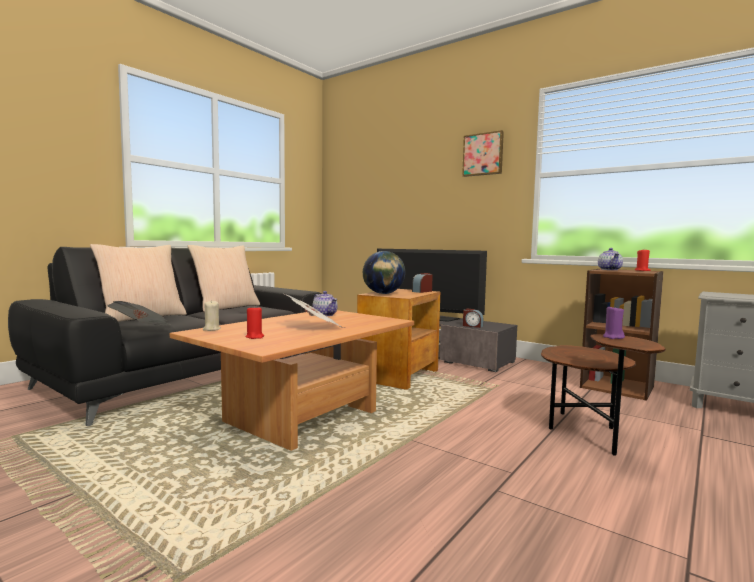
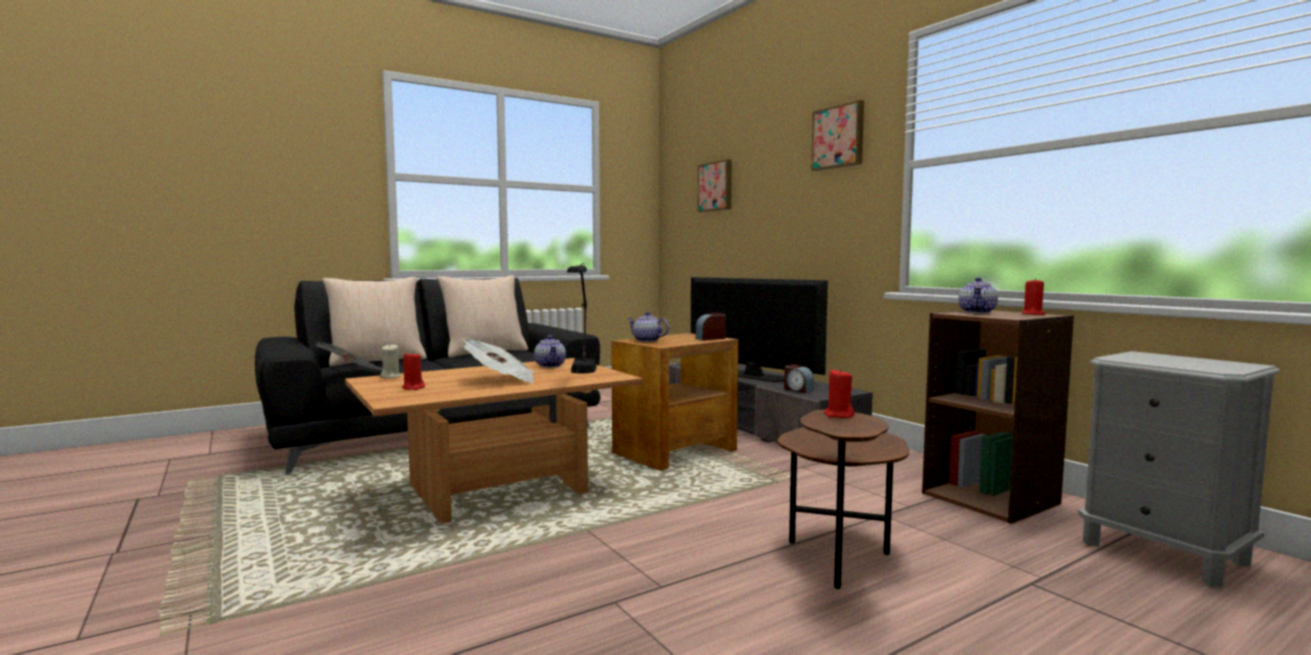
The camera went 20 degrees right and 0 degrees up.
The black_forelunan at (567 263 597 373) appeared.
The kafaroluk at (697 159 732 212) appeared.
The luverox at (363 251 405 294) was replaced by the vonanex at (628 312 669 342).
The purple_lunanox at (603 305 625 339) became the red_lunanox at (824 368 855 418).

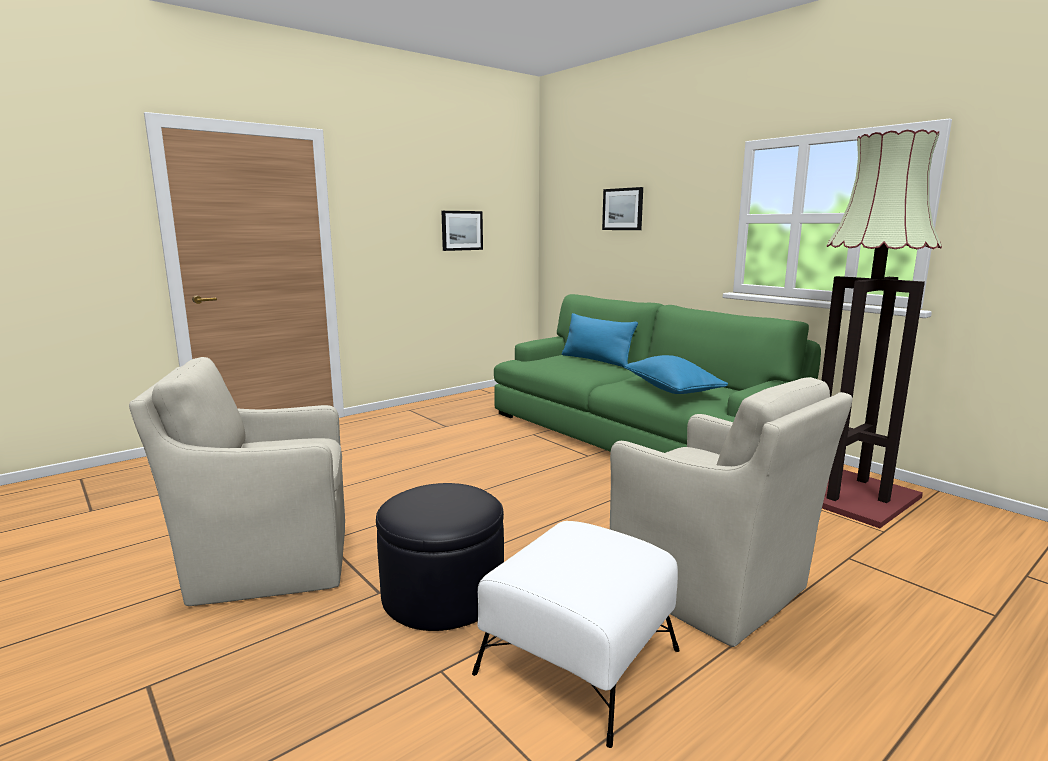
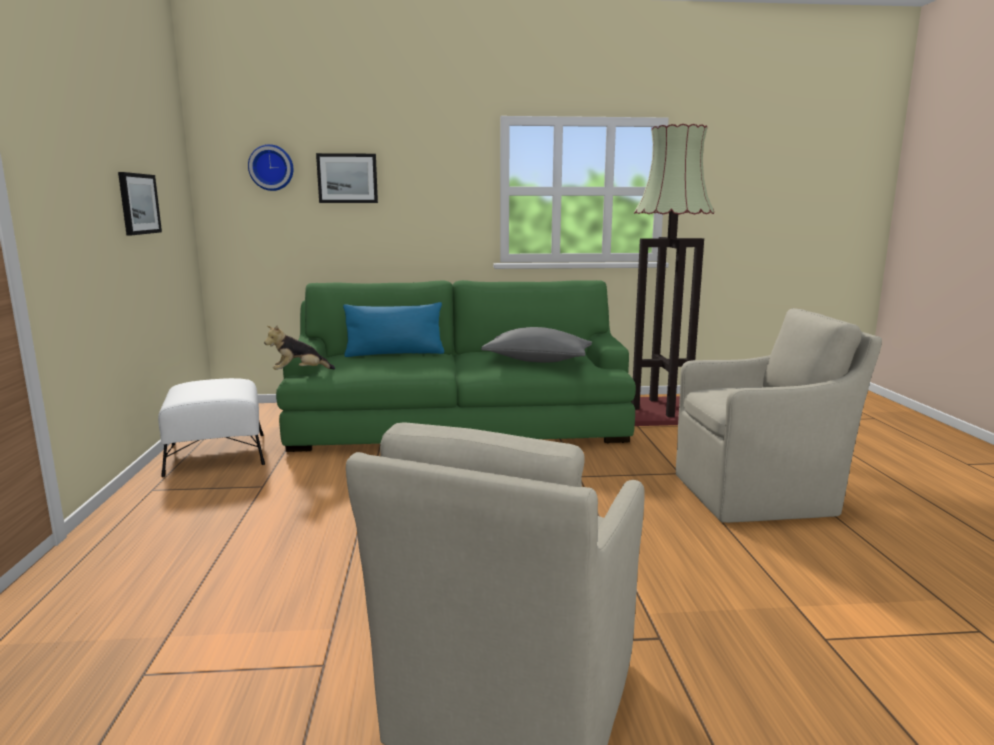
The camera went 55 degrees left and 0 degrees up.
The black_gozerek at (376 483 504 631) disappeared.
The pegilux at (248 144 293 191) appeared.
The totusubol at (264 325 335 370) appeared.
The white_gozerek moved from (472 521 680 748) to (158 378 265 477).
The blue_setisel at (624 355 728 394) became the grey_setisel at (481 327 592 363).

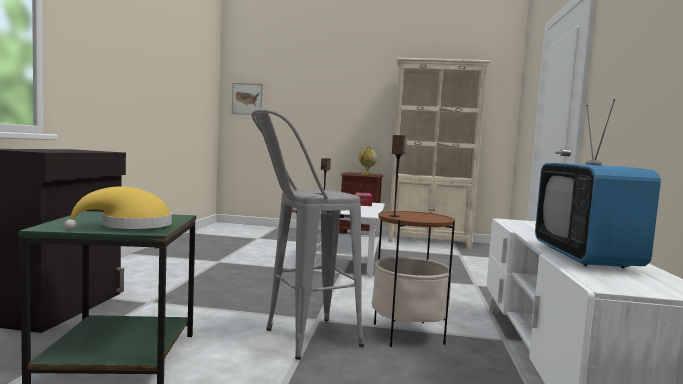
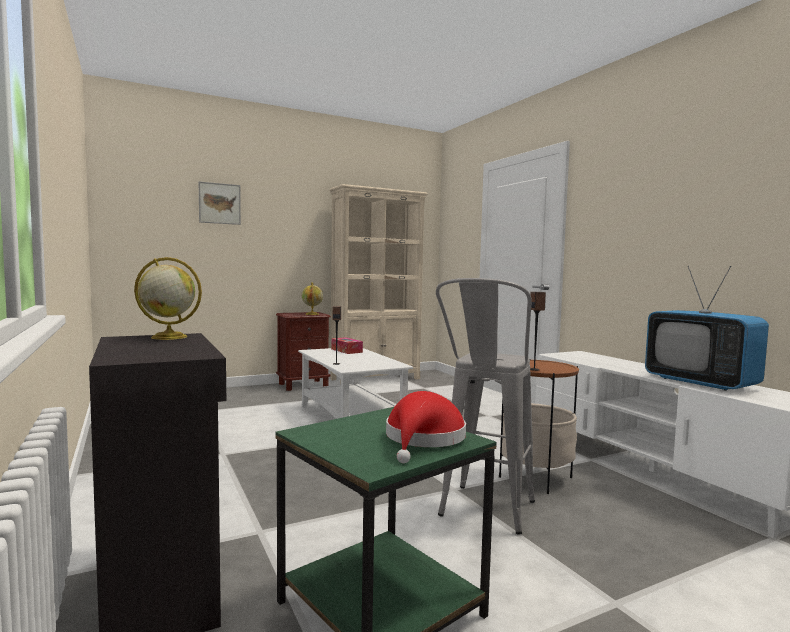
The camera went 35 degrees left and 0 degrees up.
The luverox at (134 257 202 340) appeared.
The kafaroluk moved from (232 83 263 115) to (199 181 241 225).
The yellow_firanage at (64 186 172 230) became the red_firanage at (386 391 466 463).

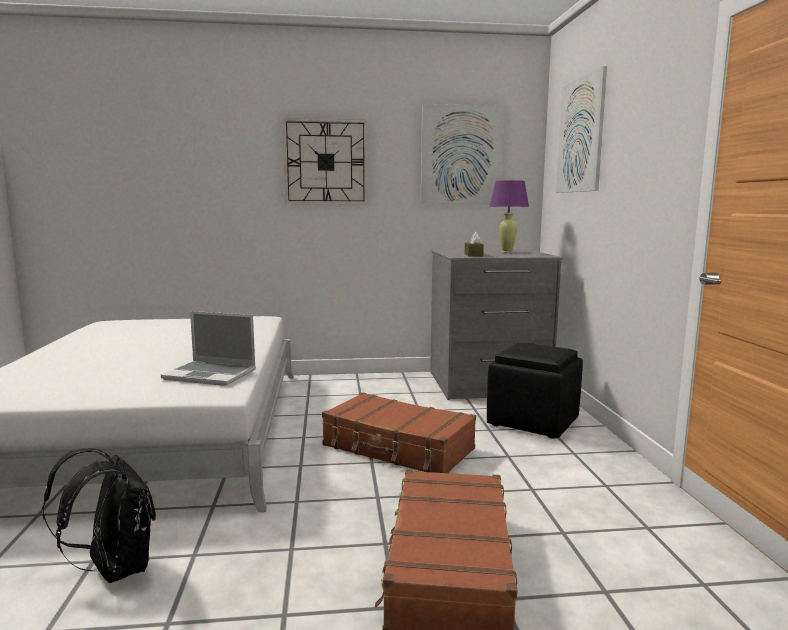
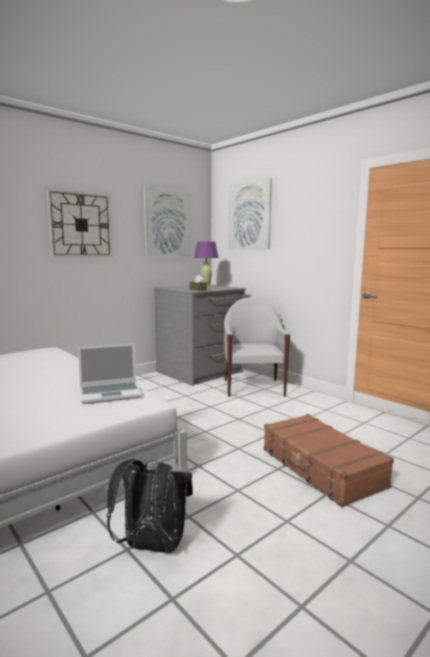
The camera went 35 degrees left and 0 degrees up.
The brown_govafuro at (322 392 476 473) disappeared.
The black_gozerek at (487 342 583 439) was replaced by the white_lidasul at (224 298 290 397).

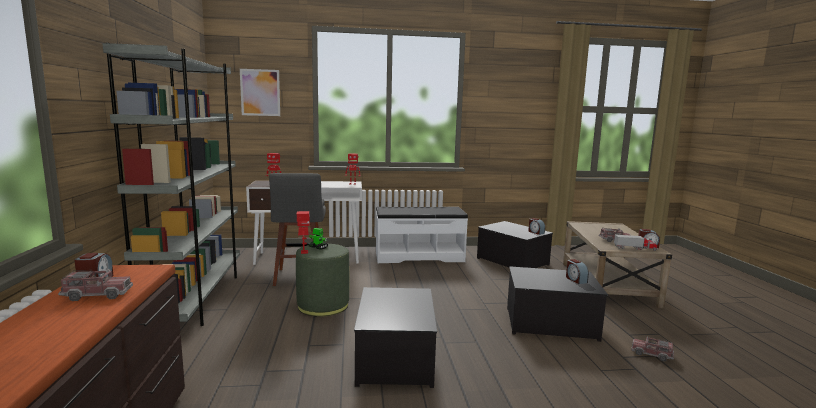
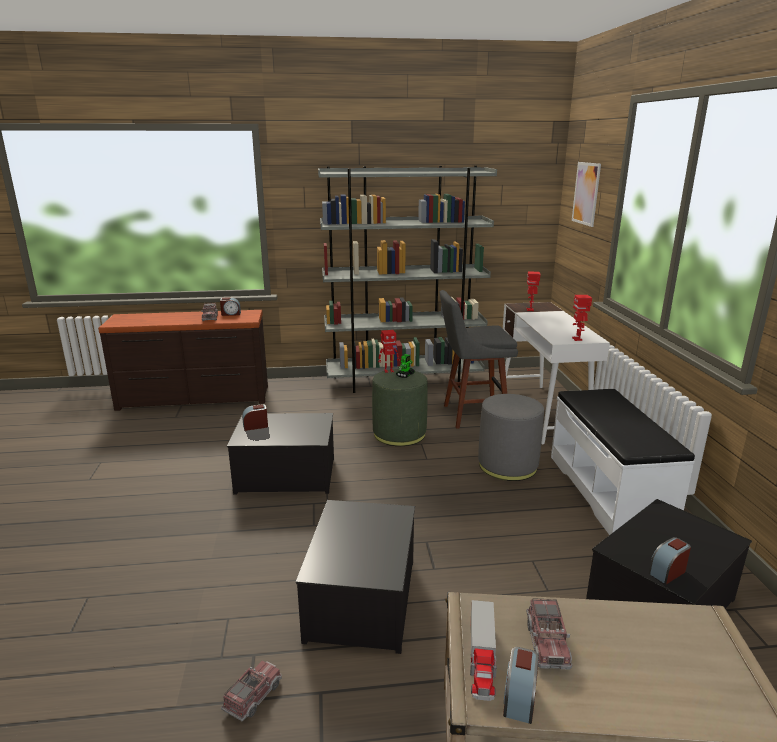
The camera went 90 degrees right and 10 degrees up.
The grey_gozerek at (478 394 544 481) appeared.
The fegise moved from (566 259 589 284) to (242 404 268 431).

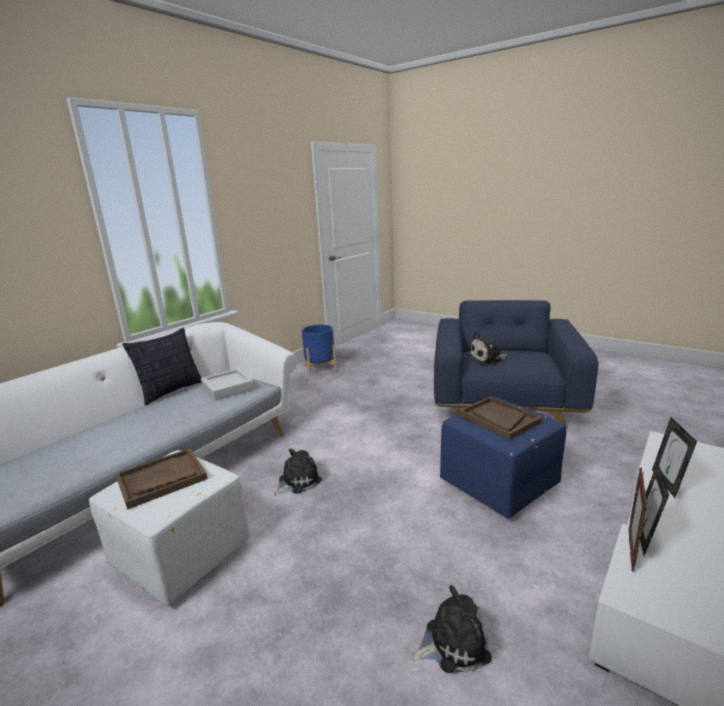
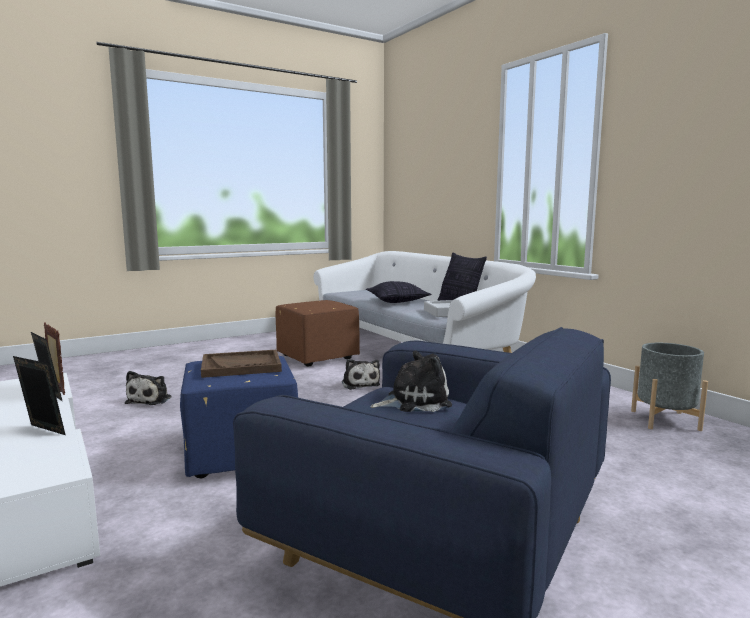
The camera went 110 degrees right and 10 degrees down.
The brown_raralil at (115 448 208 510) disappeared.
The setisel at (366 281 431 303) appeared.
The white_gozerek at (89 450 250 606) became the brown_gozerek at (275 300 360 366).
The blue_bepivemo at (302 325 337 376) became the grey_bepivemo at (631 343 708 431).
The totusubol at (468 332 507 366) turned 75 degrees clockwise.

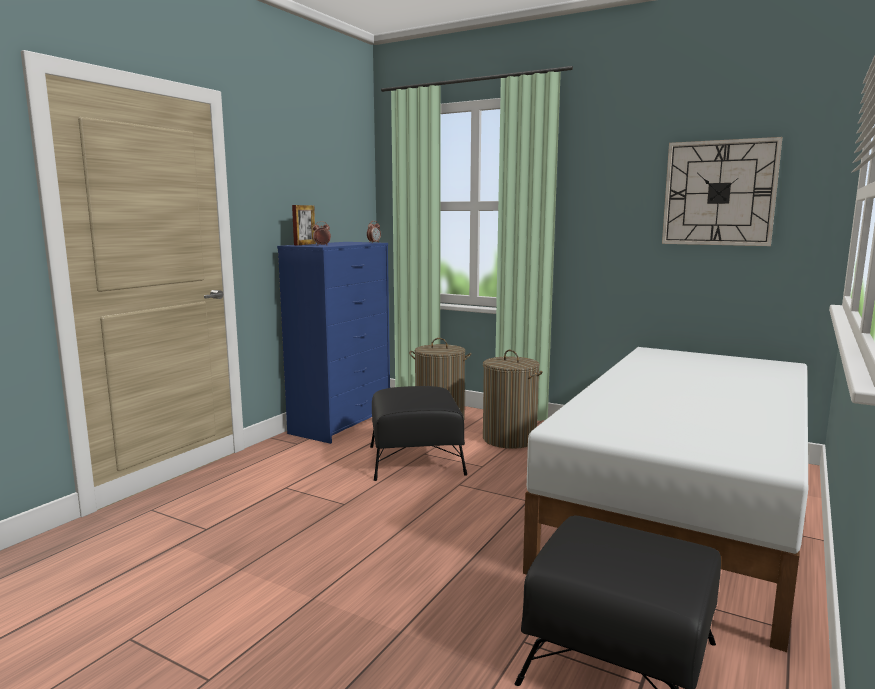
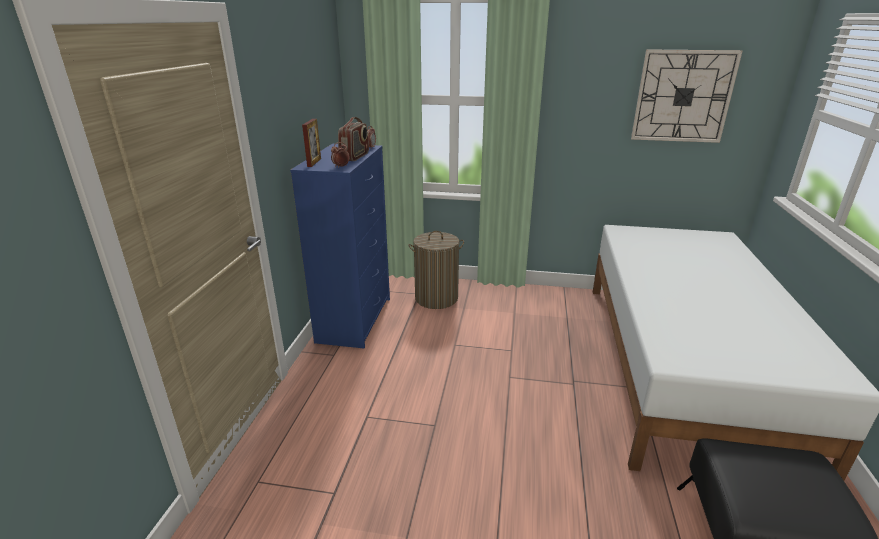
The camera went 20 degrees left and 15 degrees up.
The black_gozerek at (370 386 467 481) disappeared.
The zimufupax at (483 350 543 449) disappeared.
The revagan at (338 117 369 161) appeared.

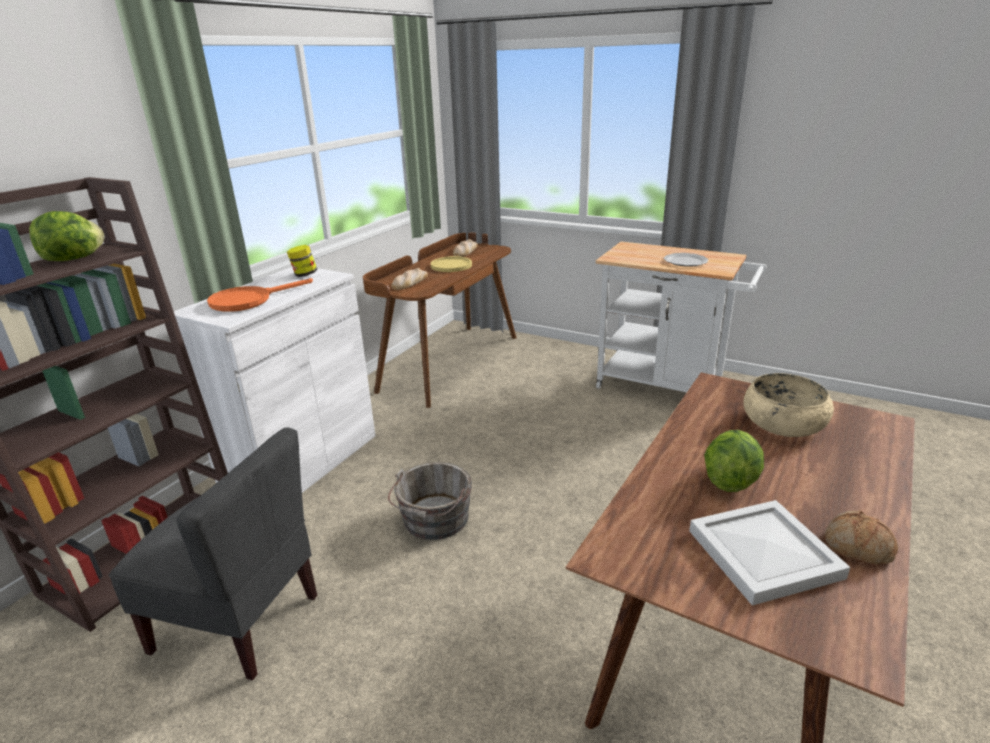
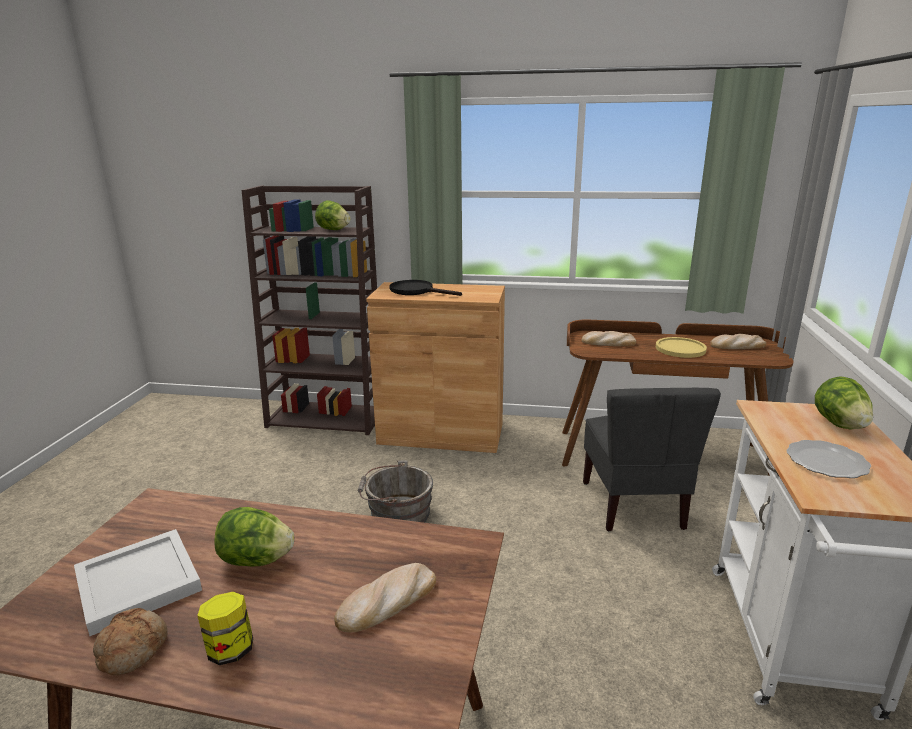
The camera went 70 degrees right and 5 degrees down.
The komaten at (815 376 873 429) appeared.
The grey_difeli moved from (109 427 317 681) to (583 388 721 531).
The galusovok moved from (287 245 317 277) to (197 592 253 665).
The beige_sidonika at (743 373 834 437) was replaced by the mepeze at (334 563 436 633).
The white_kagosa at (174 267 376 493) became the brown_kagosa at (366 282 505 453).
The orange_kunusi at (207 278 313 312) became the black_kunusi at (389 280 462 296).

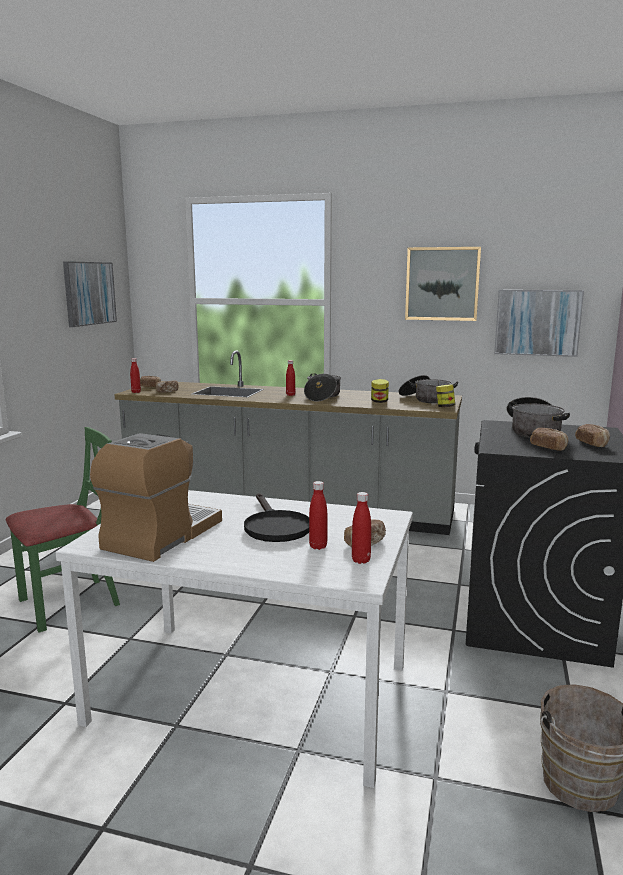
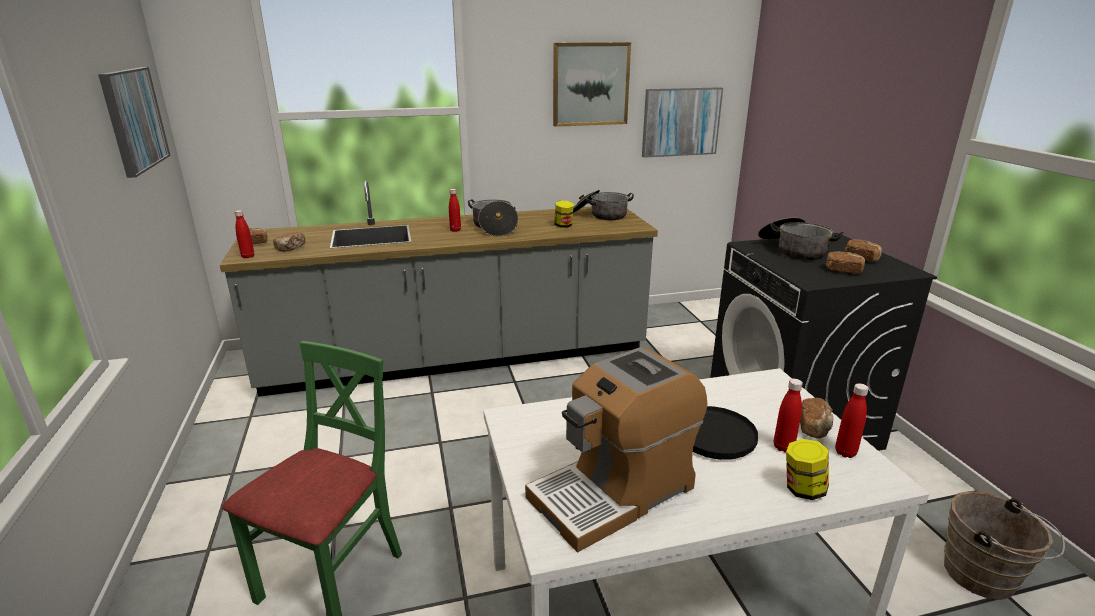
The camera went 30 degrees left and 10 degrees up.
The galusovok moved from (436 384 455 407) to (786 439 829 500).
The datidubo at (90 433 222 562) turned 120 degrees counterclockwise.

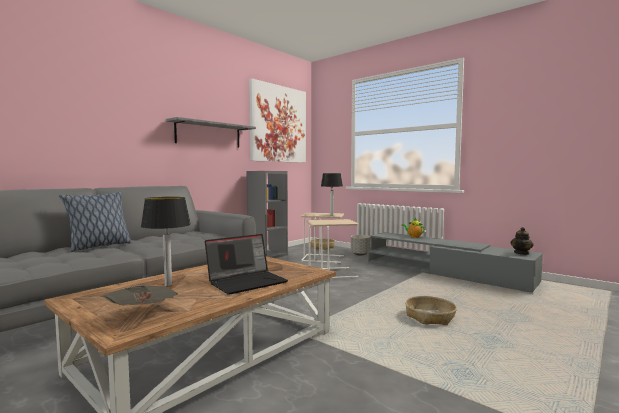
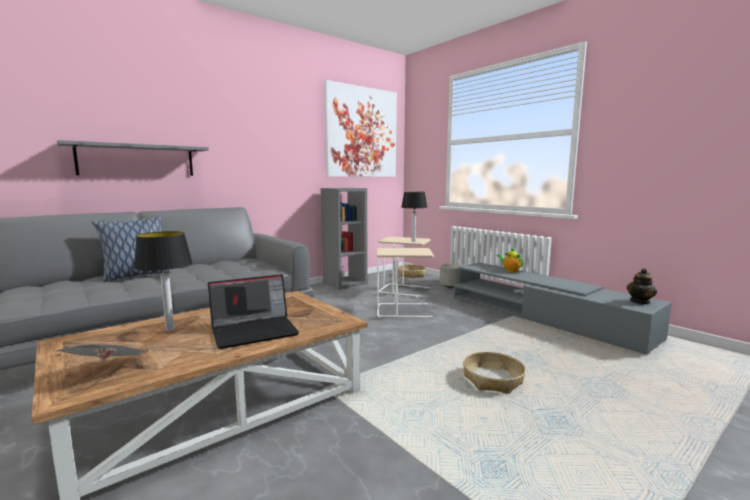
The camera went 10 degrees right and 5 degrees up.
The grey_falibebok moved from (166 117 256 147) to (57 140 209 176).

